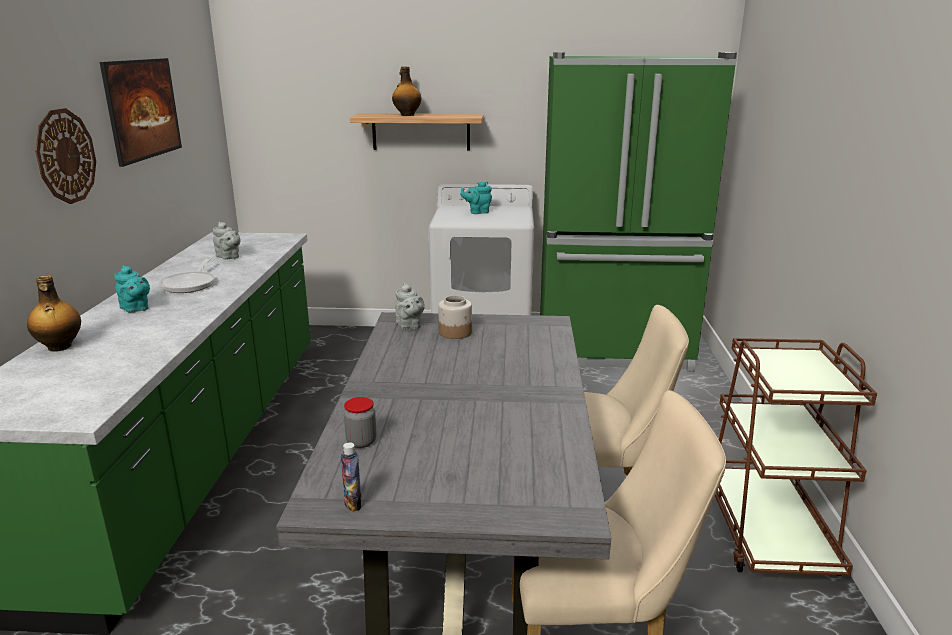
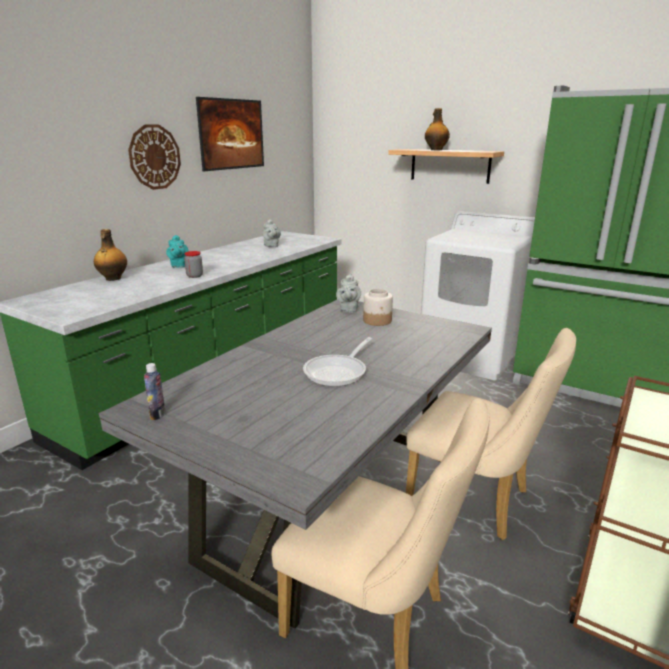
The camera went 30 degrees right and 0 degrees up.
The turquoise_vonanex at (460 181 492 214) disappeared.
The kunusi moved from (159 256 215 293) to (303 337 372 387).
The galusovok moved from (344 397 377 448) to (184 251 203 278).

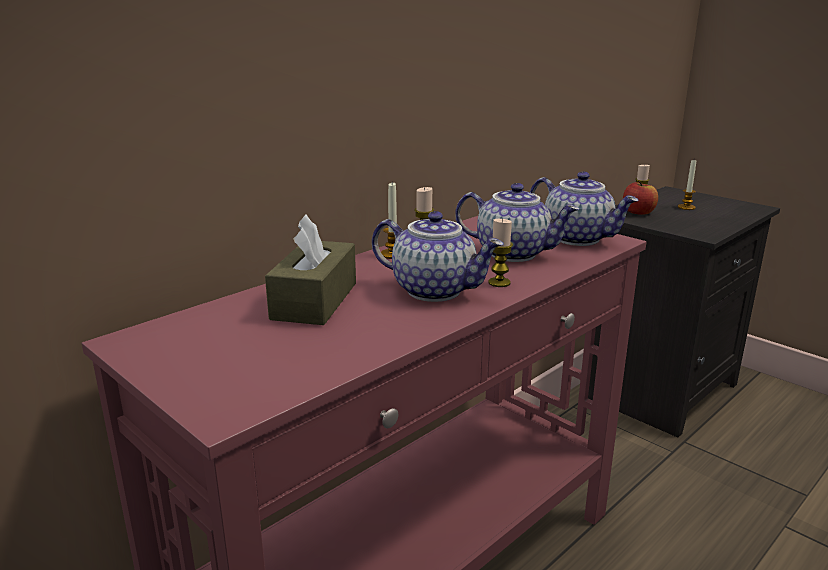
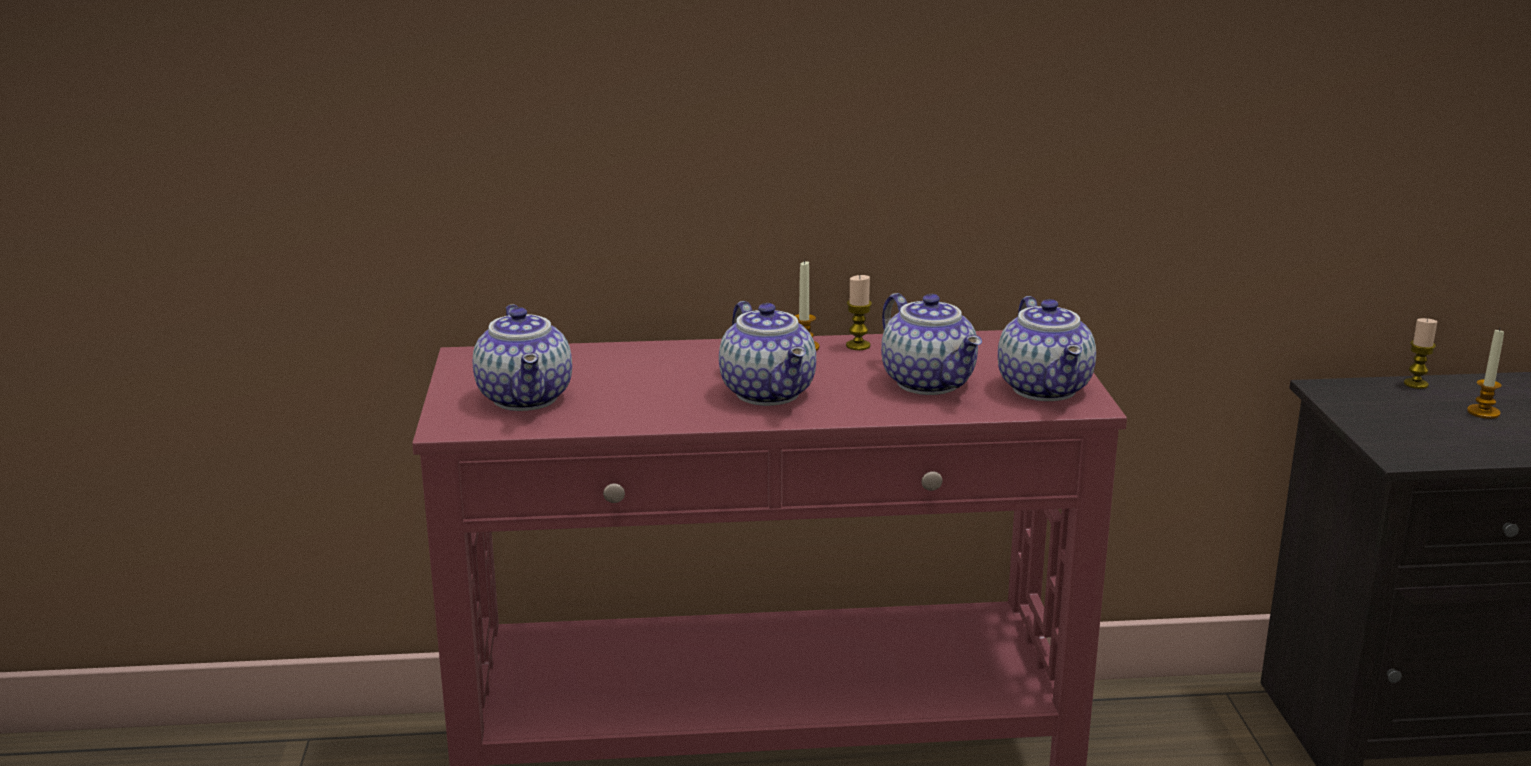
The camera went 40 degrees right and 0 degrees up.
The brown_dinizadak at (265 214 356 325) disappeared.
The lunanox at (488 219 513 287) disappeared.
The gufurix at (623 181 658 215) disappeared.
The vonanex at (473 304 572 411) appeared.

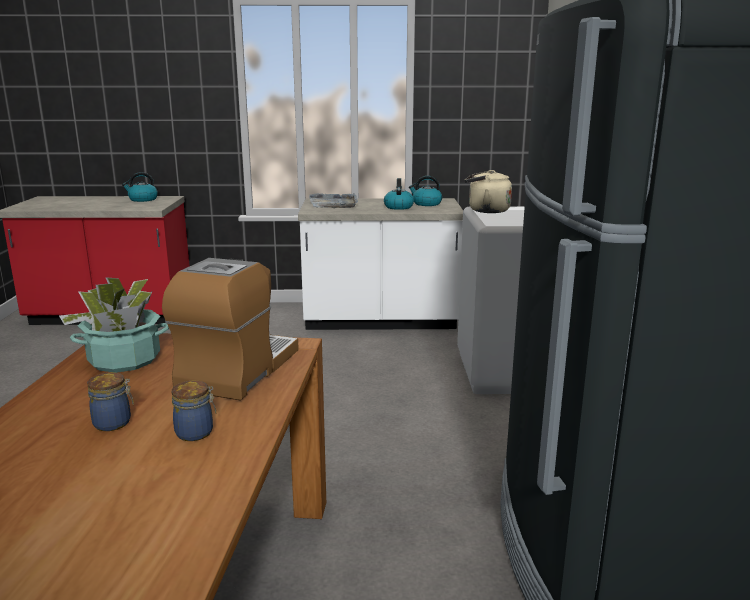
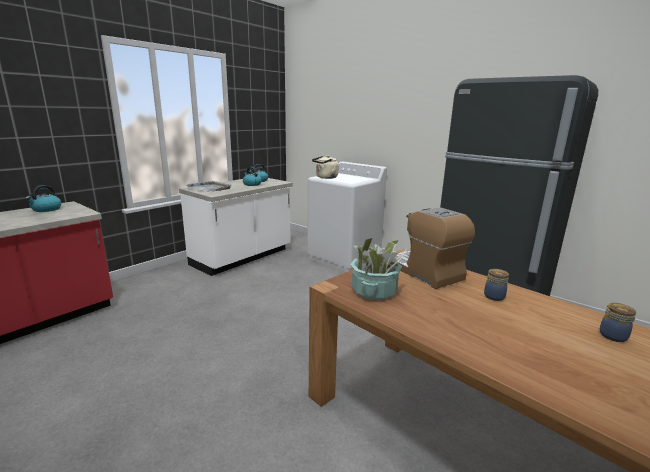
The camera went 50 degrees left and 0 degrees up.
The galusovok moved from (87 372 134 431) to (600 303 636 342).

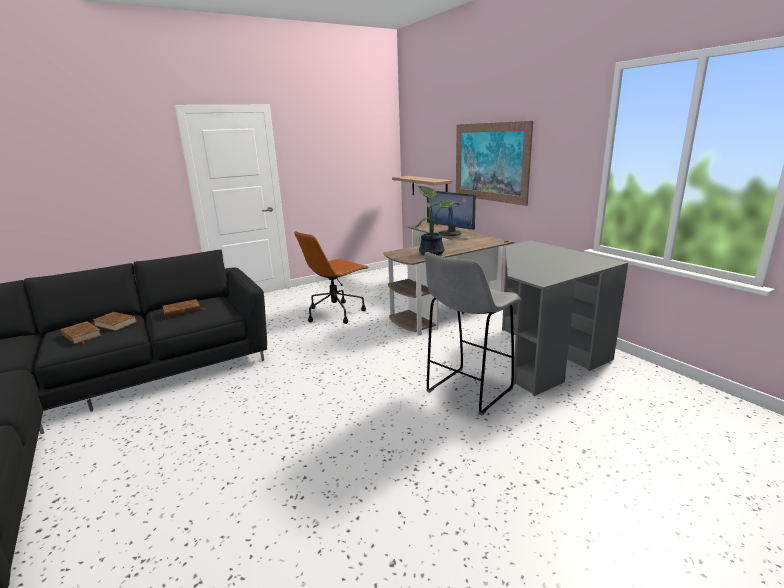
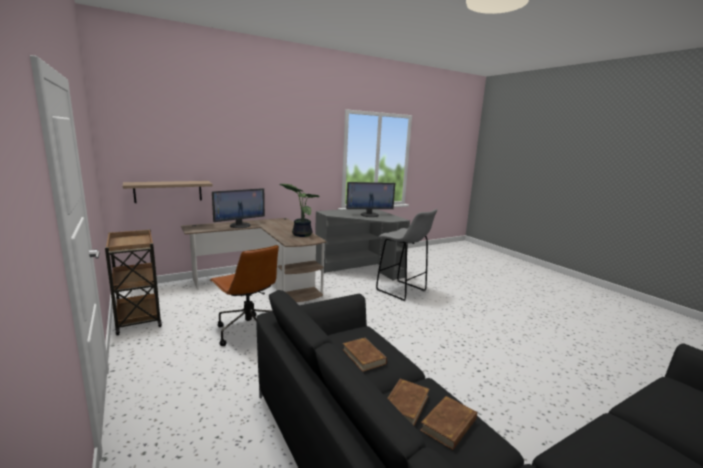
The camera went 90 degrees left and 5 degrees down.
The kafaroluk at (456 121 533 206) disappeared.
The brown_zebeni at (105 229 162 336) appeared.
The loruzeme at (346 182 395 217) appeared.

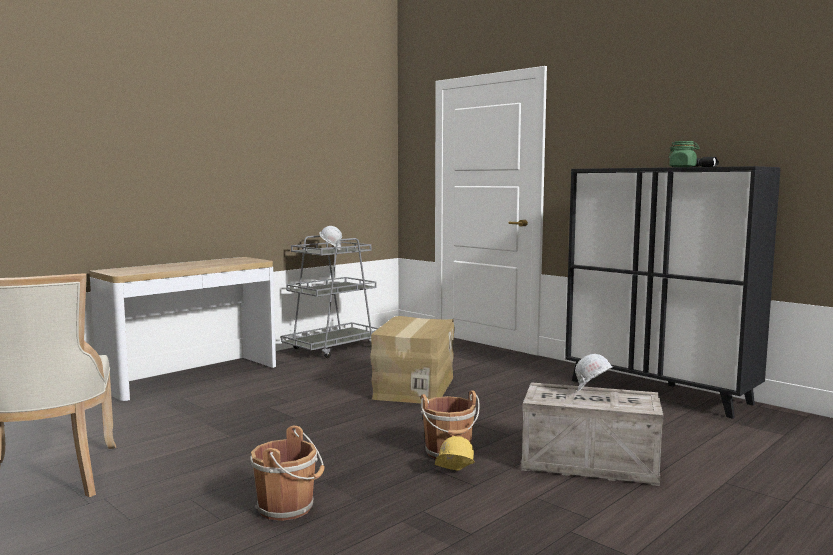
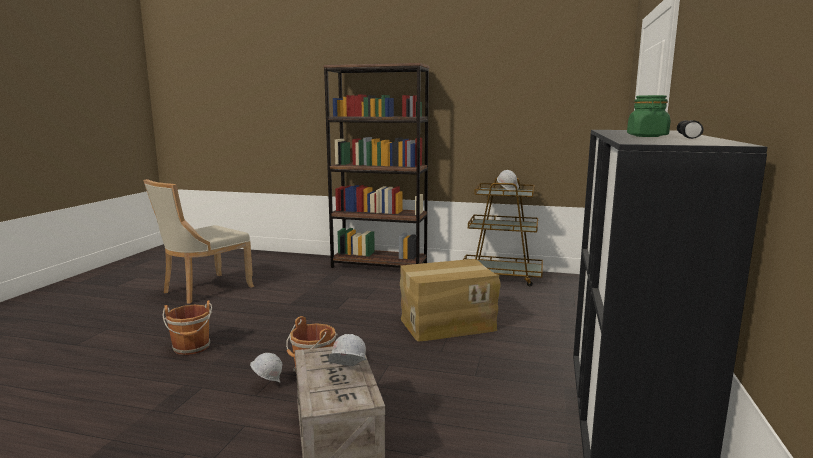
The camera went 60 degrees right and 5 degrees up.
The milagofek at (89 257 276 401) was replaced by the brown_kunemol at (323 63 429 268).
The grey_zebeni at (281 235 378 358) became the brown_zebeni at (463 178 543 286).
The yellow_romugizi at (435 436 475 471) became the white_romugizi at (250 353 283 383).

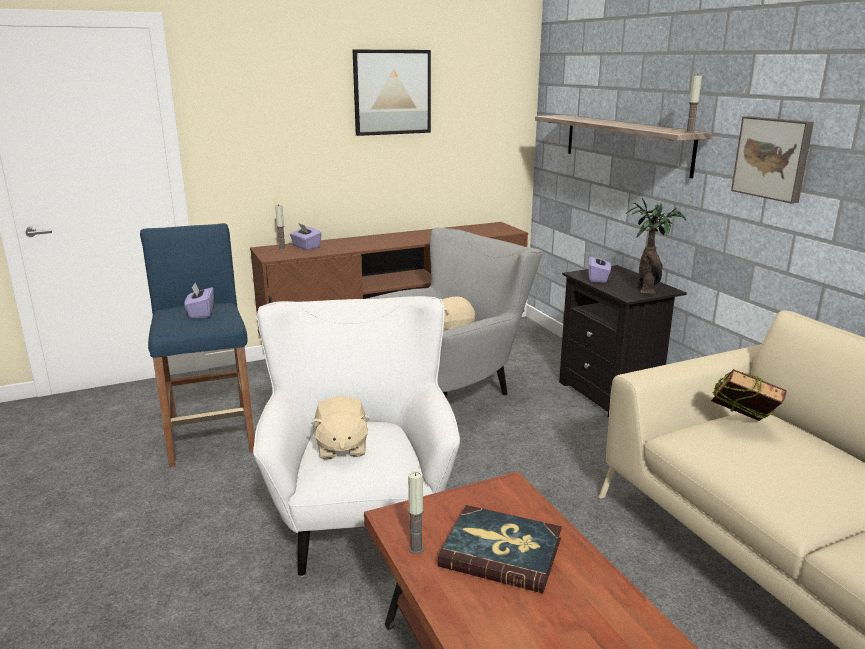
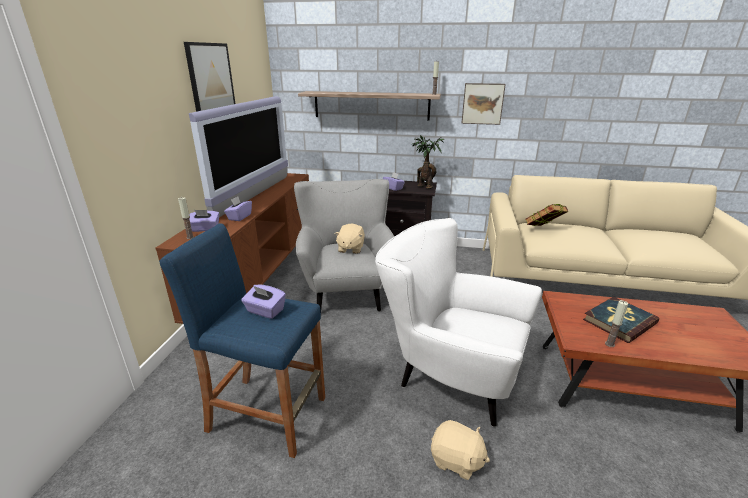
The camera went 55 degrees left and 5 degrees up.
The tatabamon at (189 96 288 217) appeared.
The purple_dinizadak at (224 196 252 221) appeared.
The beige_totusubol moved from (311 396 371 460) to (431 420 490 480).

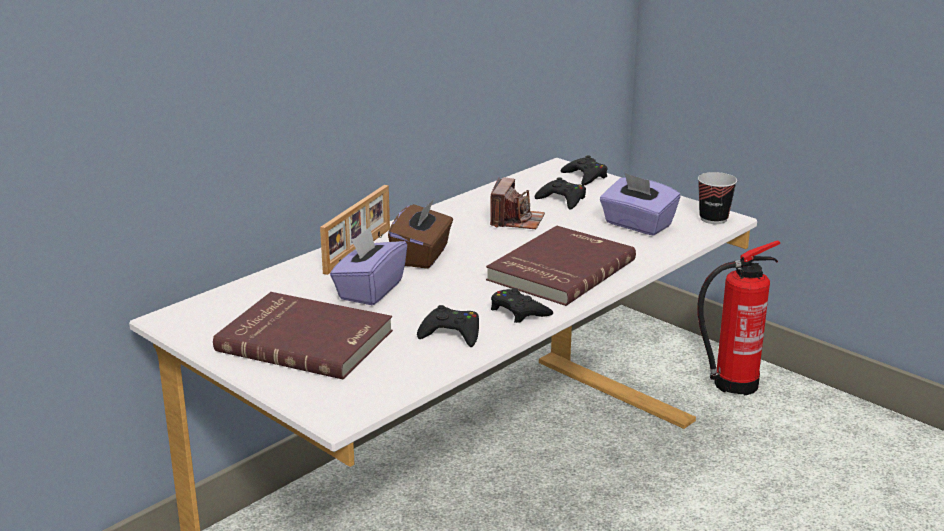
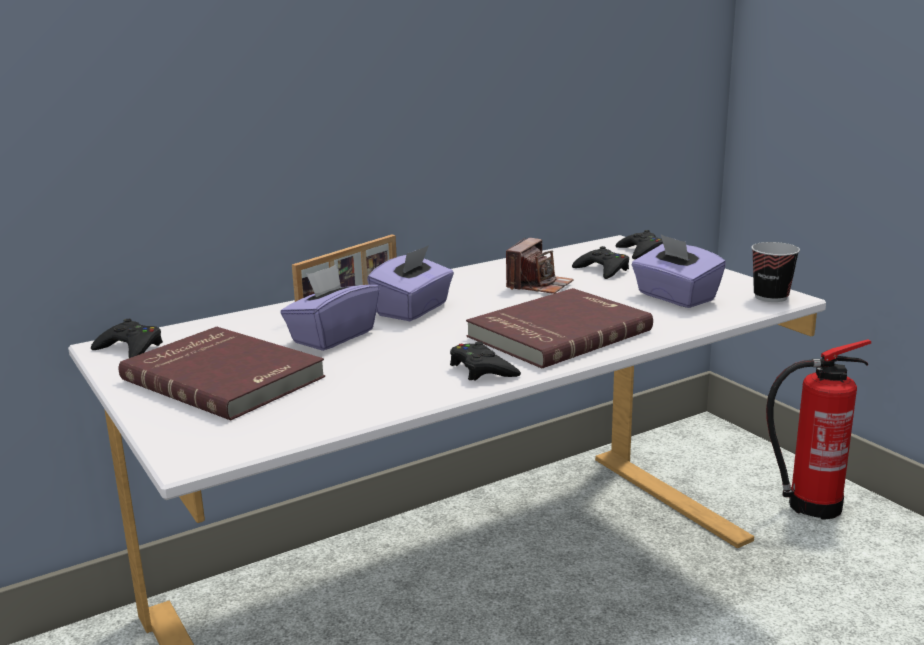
The camera went 15 degrees right and 5 degrees down.
The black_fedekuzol moved from (417 305 479 347) to (91 319 163 358).
The brown_dinizadak at (388 198 453 269) became the purple_dinizadak at (367 245 454 321).

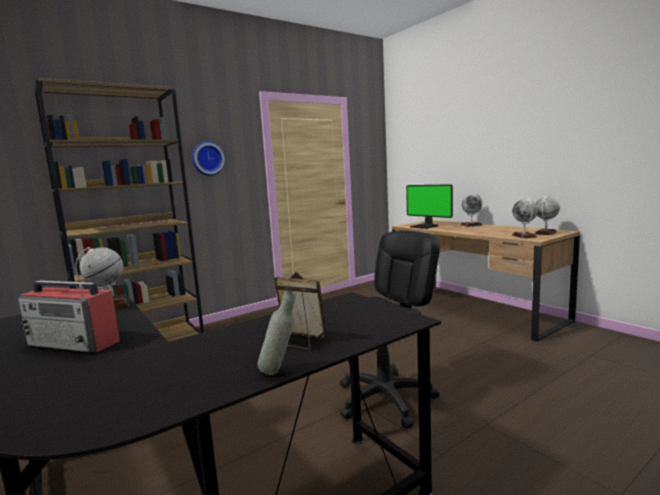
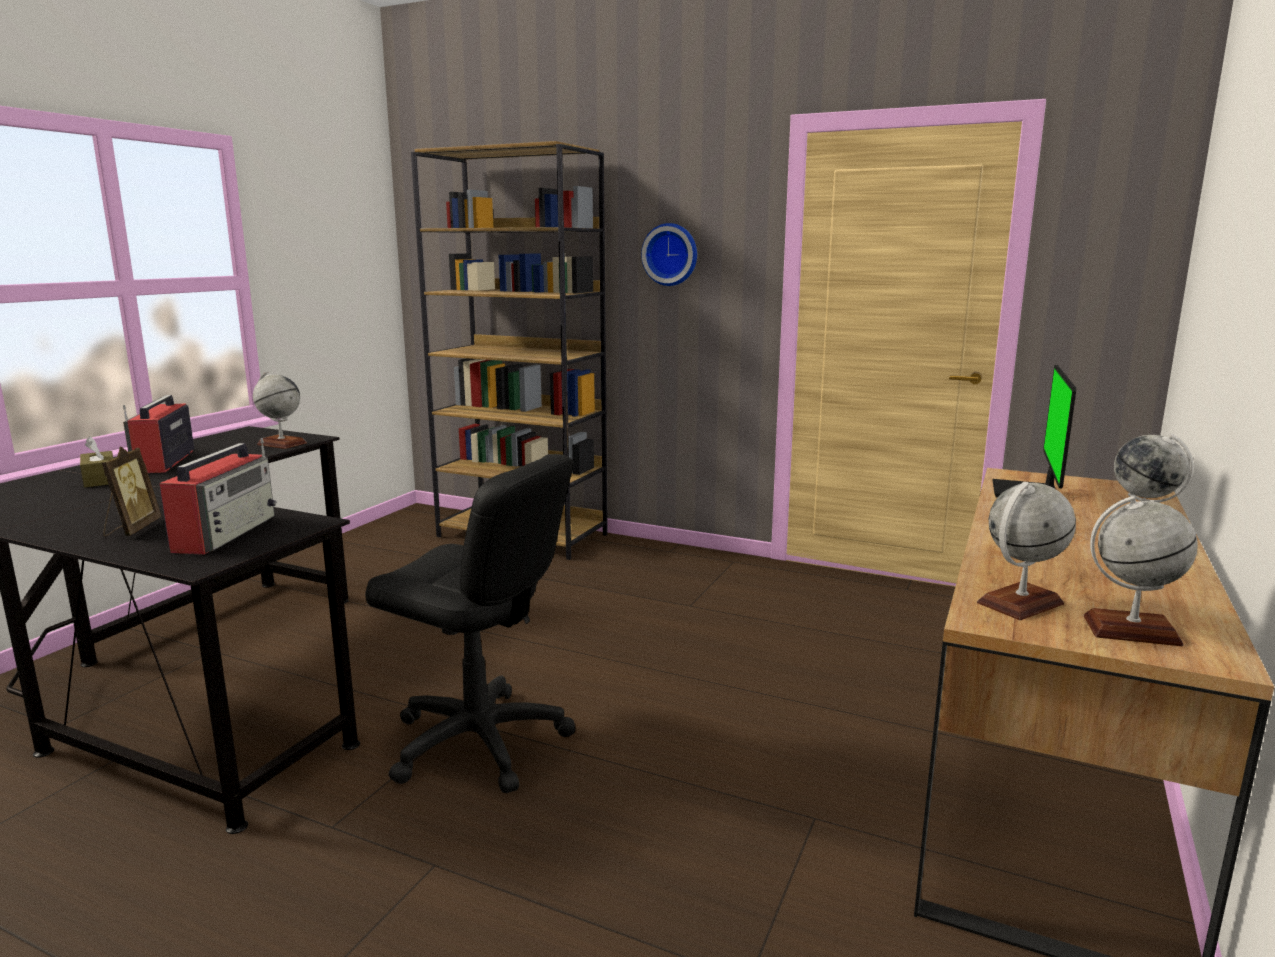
The camera went 60 degrees right and 5 degrees up.
The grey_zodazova at (258 290 296 375) disappeared.
The brown_dinizadak at (80 436 113 487) appeared.
The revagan at (159 438 277 555) appeared.

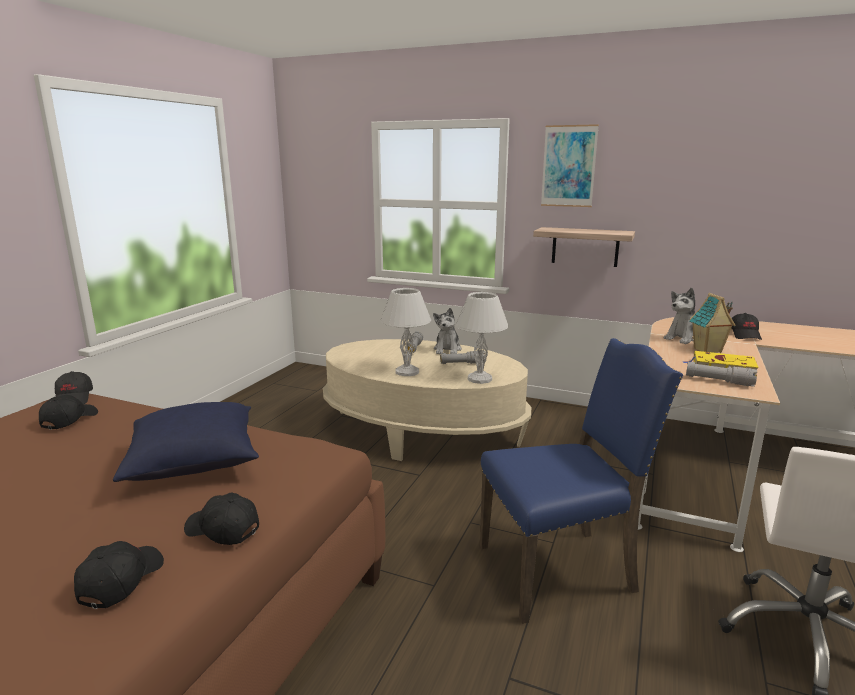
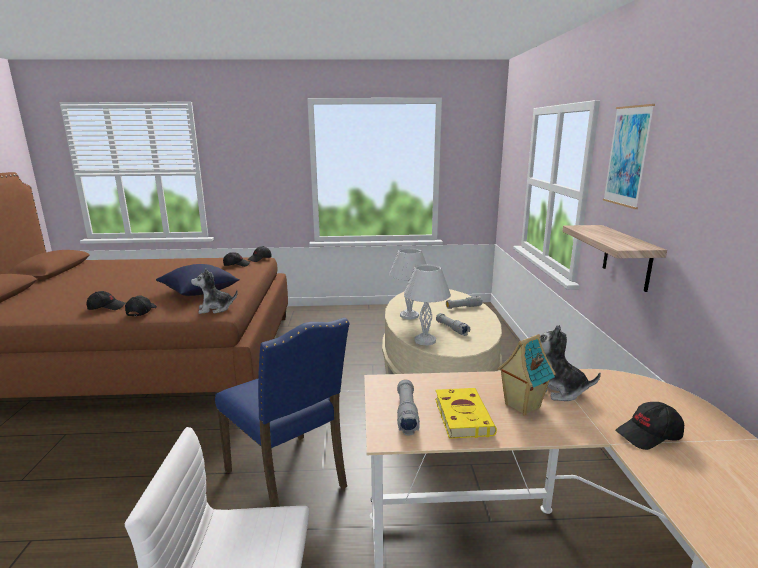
The camera went 65 degrees right and 0 degrees up.
The totusubol moved from (433 308 462 354) to (191 268 238 314).

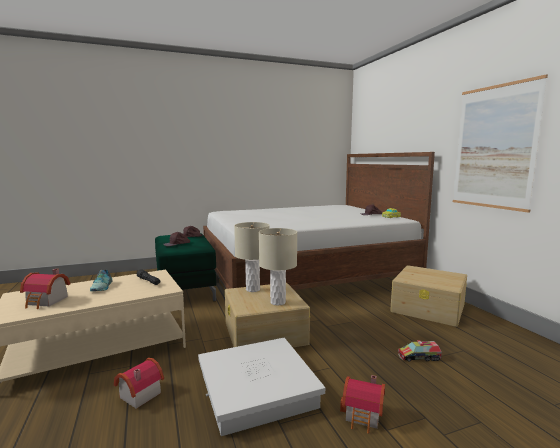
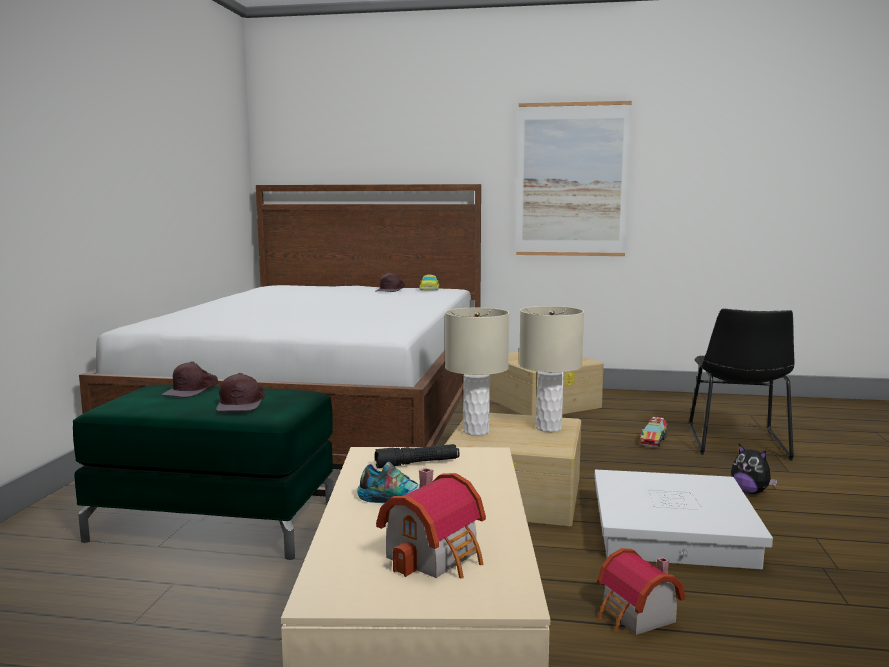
The camera went 60 degrees left and 0 degrees up.
The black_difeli at (689 309 795 460) appeared.
The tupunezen at (340 375 385 434) was replaced by the totusubol at (731 444 778 494).

